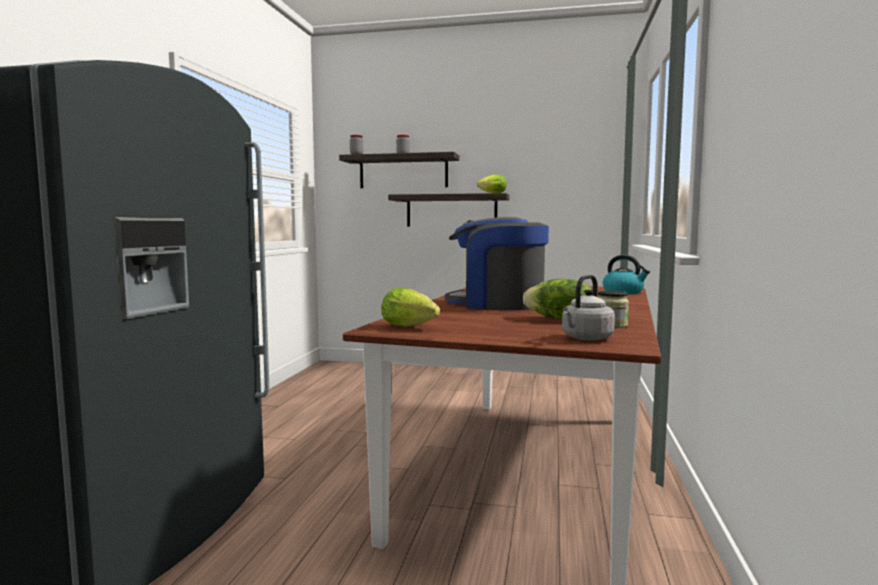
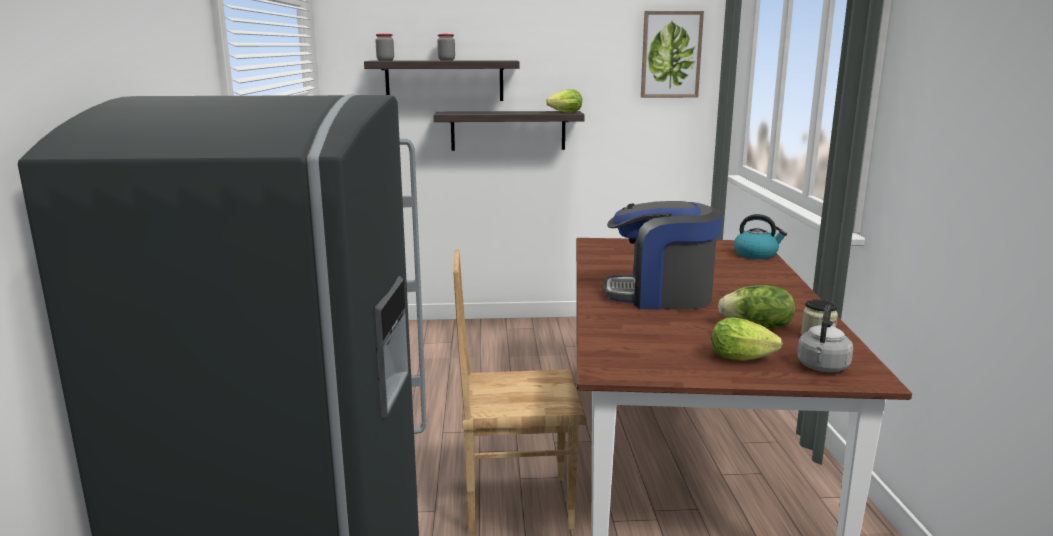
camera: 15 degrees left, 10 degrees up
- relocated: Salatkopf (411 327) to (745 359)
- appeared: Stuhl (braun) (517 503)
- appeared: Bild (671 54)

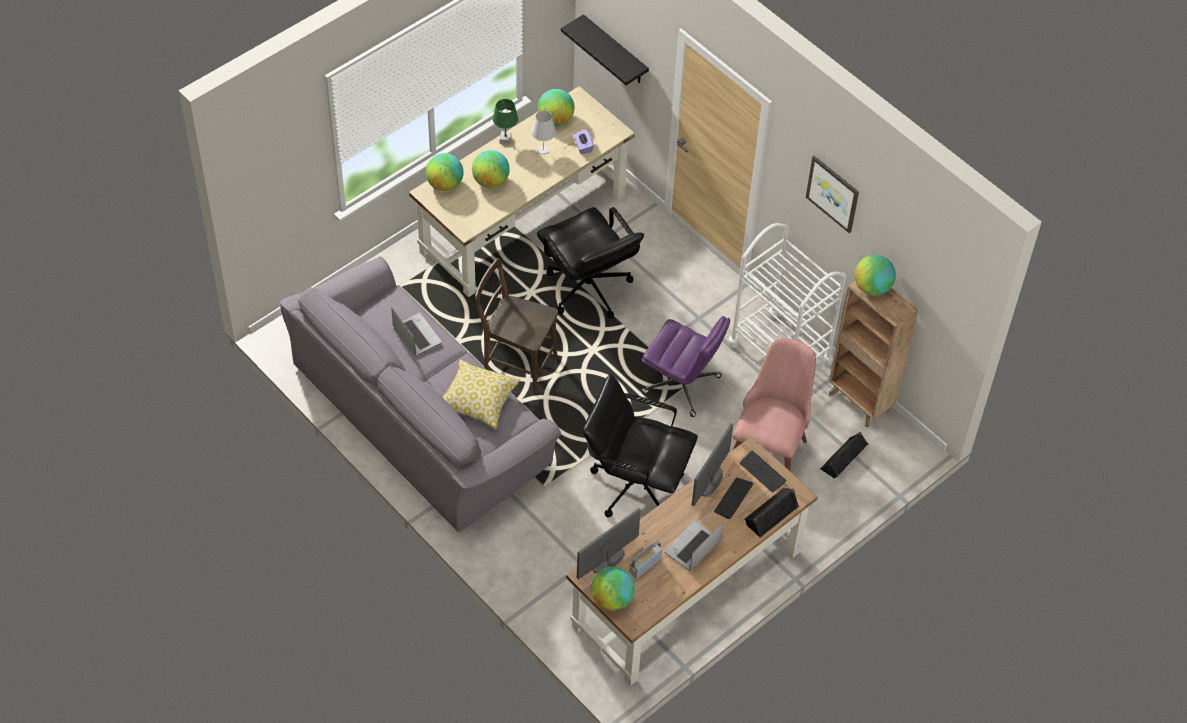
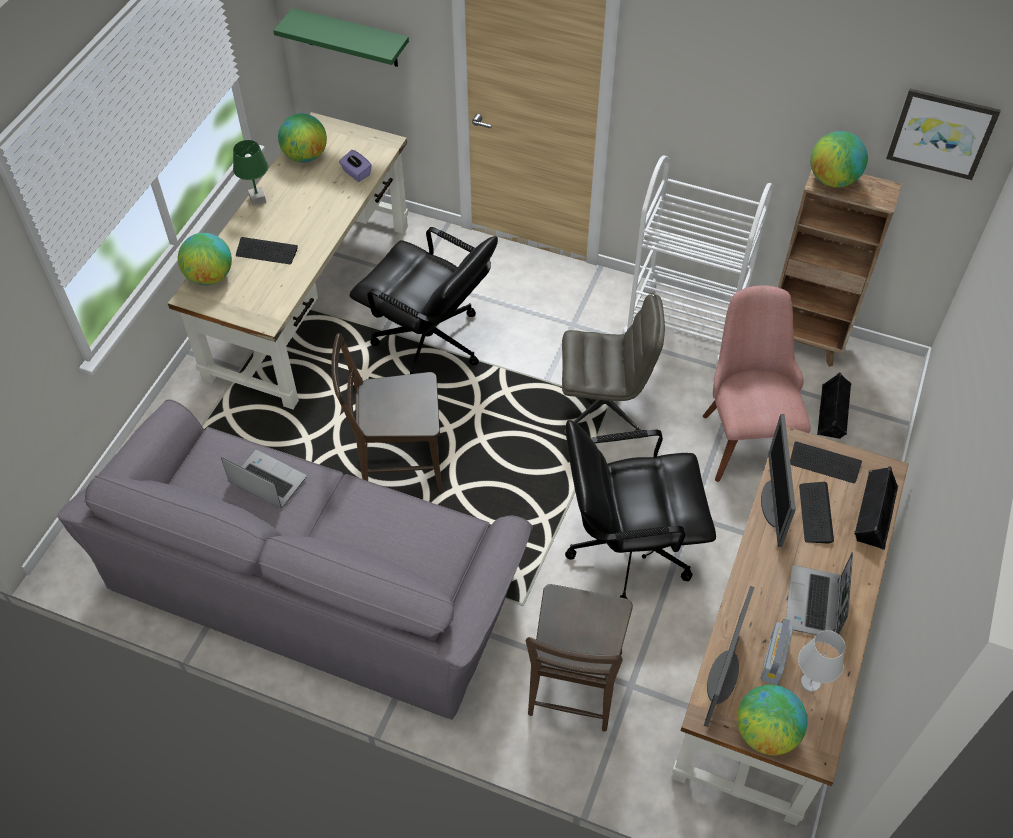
camera: 25 degrees left, 0 degrees up
- missing: Kissen (477 401)
- exchanged: Globus (491 181) to Tastatur (266 252)
- relocated: Tischlampe (weiß) (543 150) to (811 682)
- colour: Wandregal (schwarz) (615 51) to Wandregal (grün) (351 38)
- colour: Bürostuhl (lila) (682 385) to Bürostuhl (grau) (604 406)
- relocated: Bild (833 193) to (941 133)
- appeared: Stuhl (braun) (573 689)

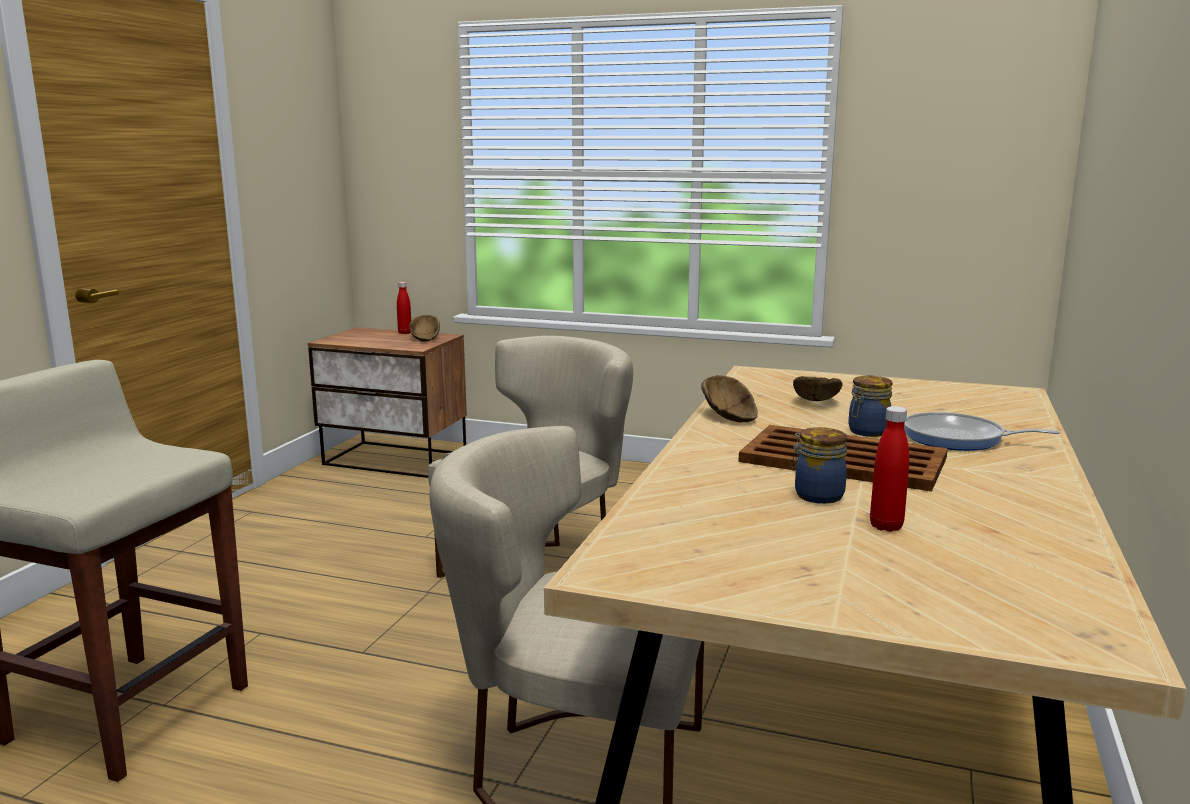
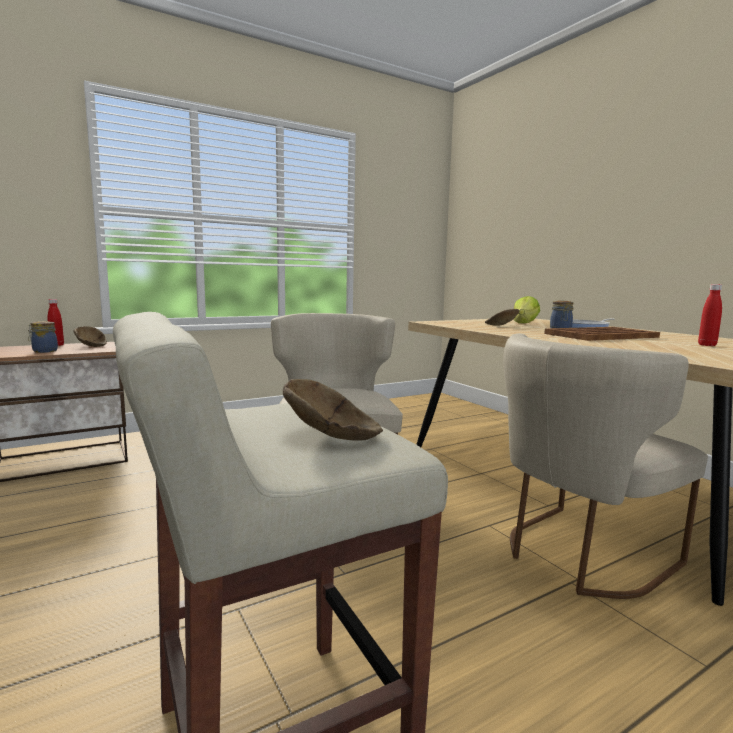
camera: 50 degrees left, 5 degrees down
- relocated: Schüssel (braun) (729 417) to (333 436)
- relocated: Vorratsglas (816 495) to (44 351)
- appeared: Salatkopf (525 323)

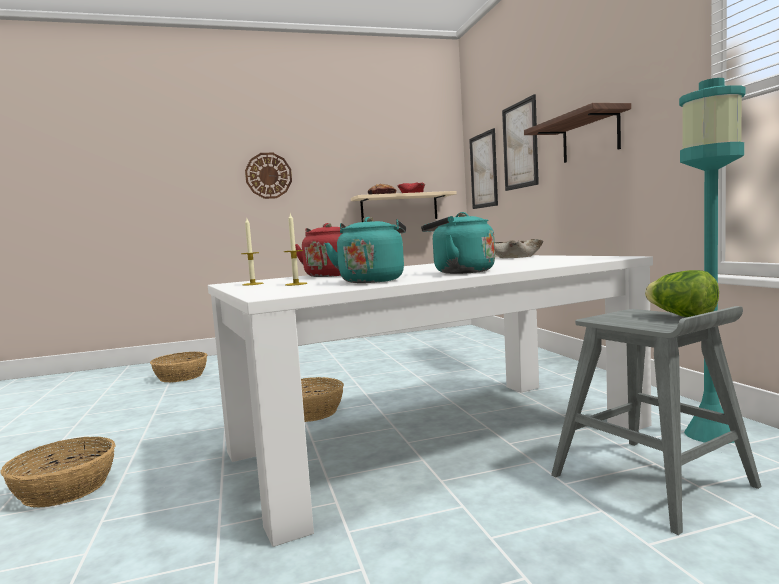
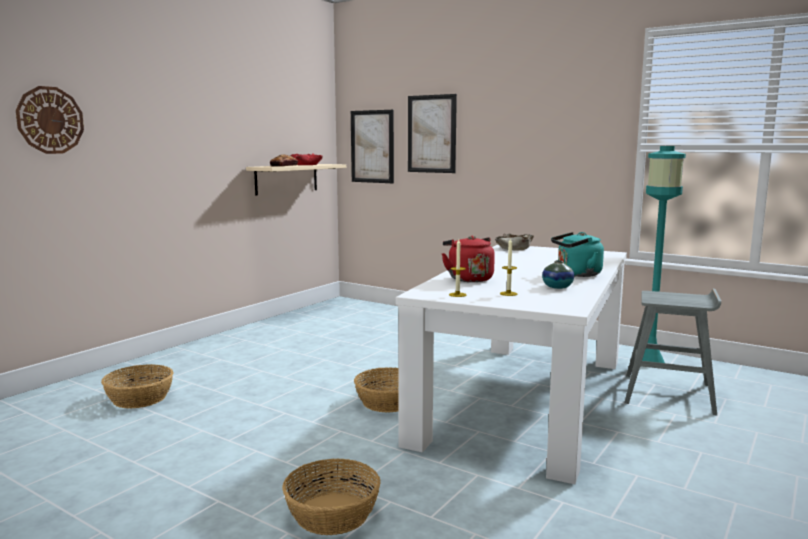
camera: 40 degrees left, 5 degrees up
- relocated: Wanduhr (268 175) to (50 120)
- exchanged: Wasserkessel (türkis) (372 280) to Vase (557 287)
- missing: Wandregal (590 137)
- missing: Salatkopf (681 316)

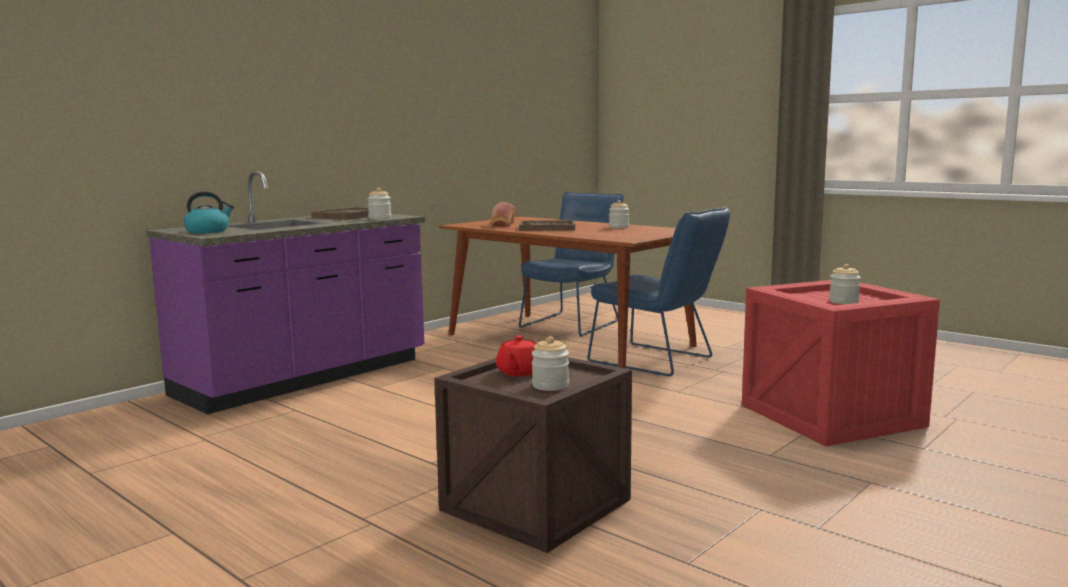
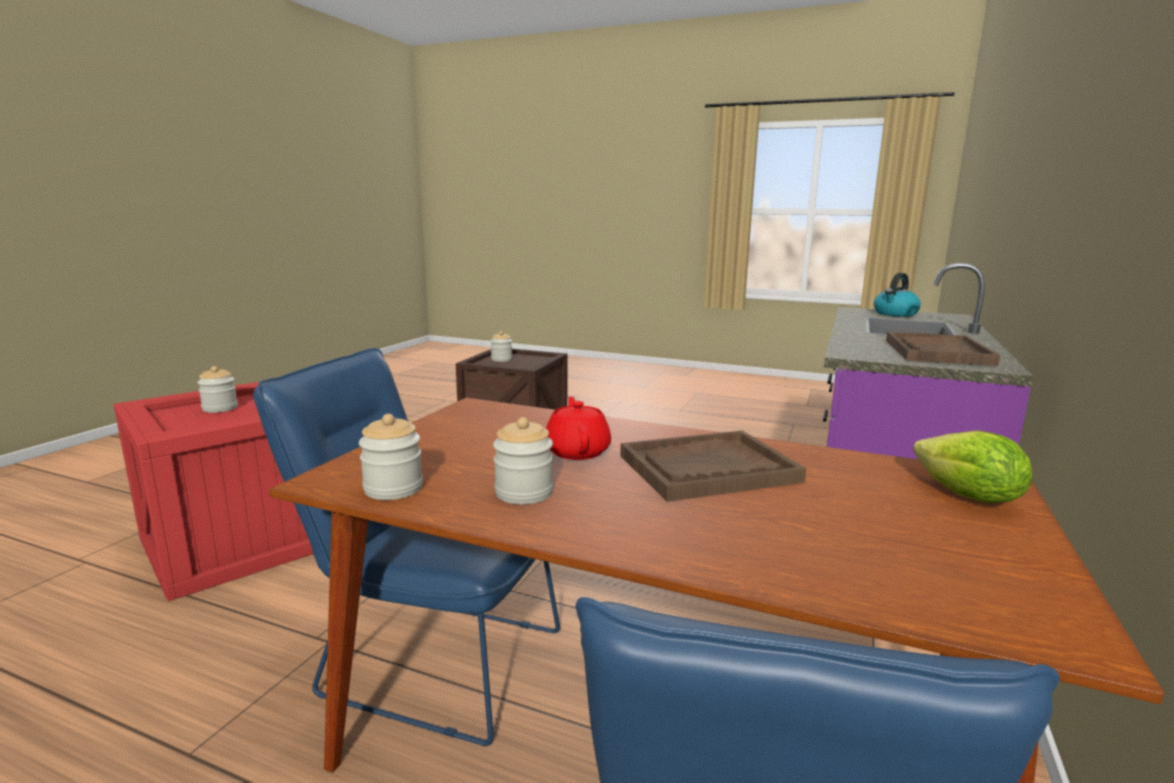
camera: 160 degrees right, 5 degrees up
- relocated: Vorratsglas (380 218) to (393 489)
- missing: Brot (502 225)
- relocated: Teekanne (rot) (518 372) to (577 451)
- appeared: Salatkopf (968 497)

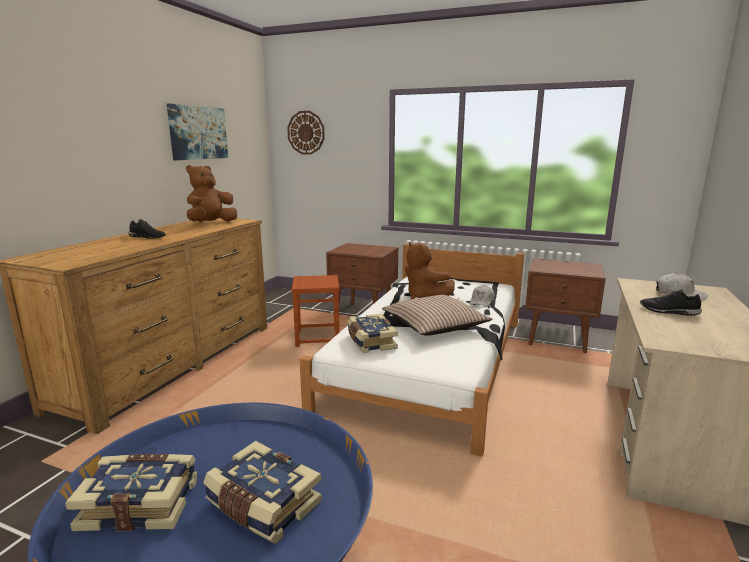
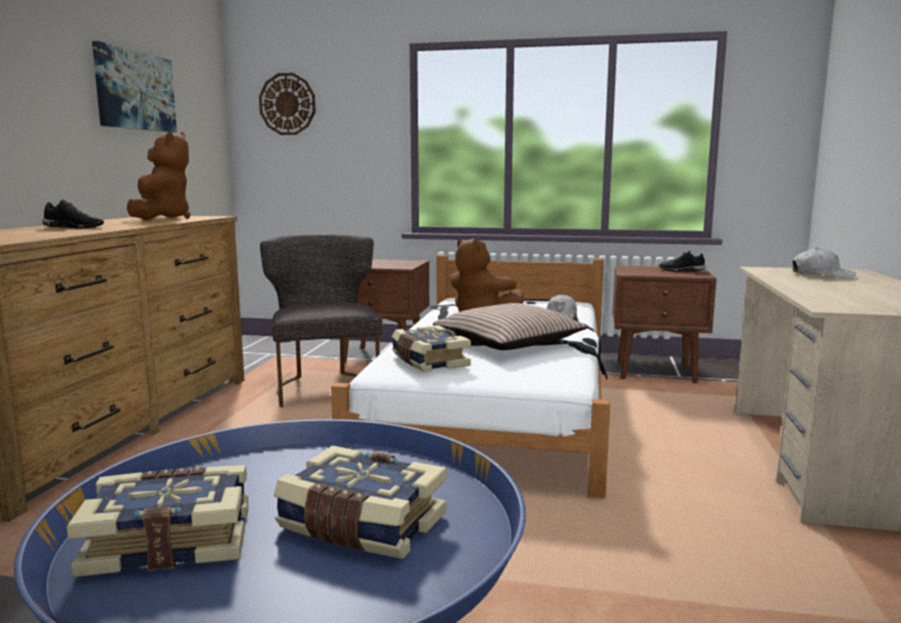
camera: 10 degrees left, 5 degrees down
- spun: Plüschtier (braun) (211 223) = (162 218) 150 degrees clockwise
- exchanged: Hocker (braun) (317 337) to Stuhl (grau) (325 387)
- relocated: Schuh (schwarz) (668 311) to (681 271)

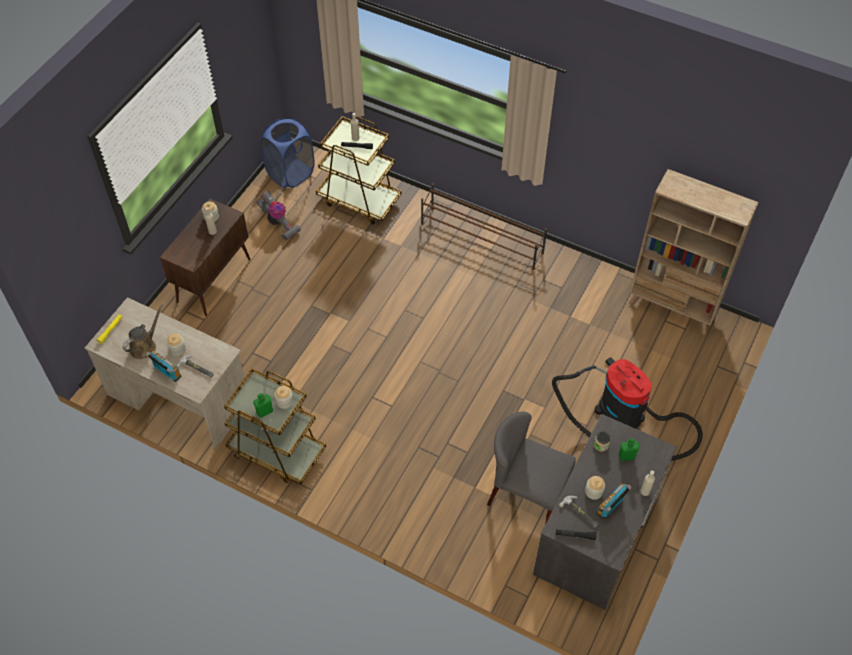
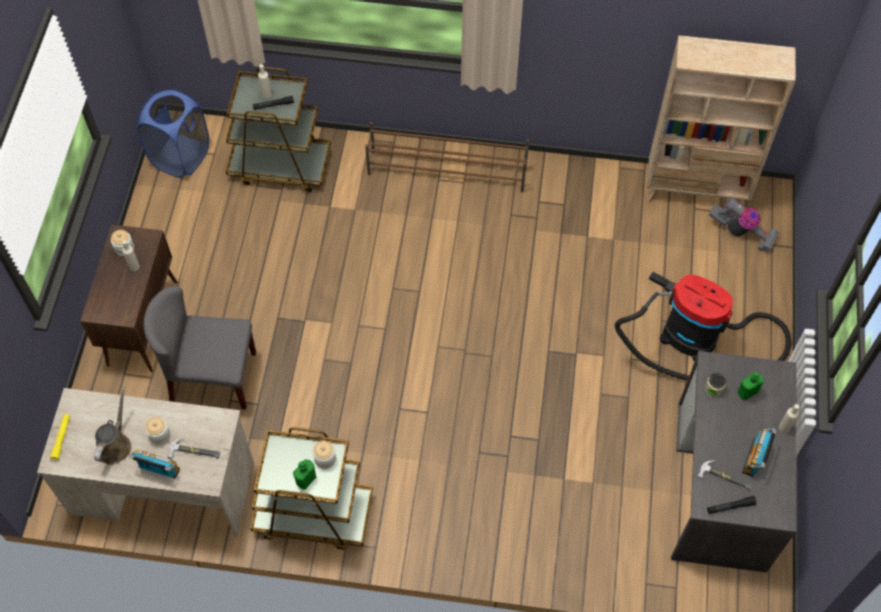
camera: 20 degrees left, 5 degrees up
- relocated: Staubsauger (278 223) to (741 233)
- relocated: Stuhl (grau) (526 494) to (212 378)
- missing: Vorratsglas (593 491)

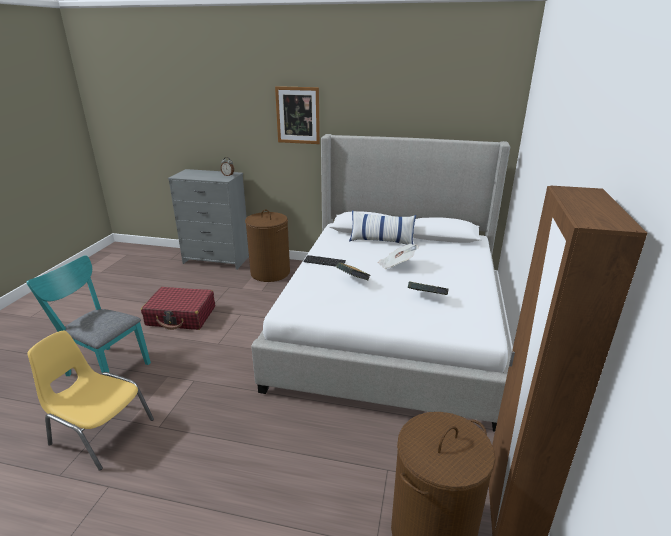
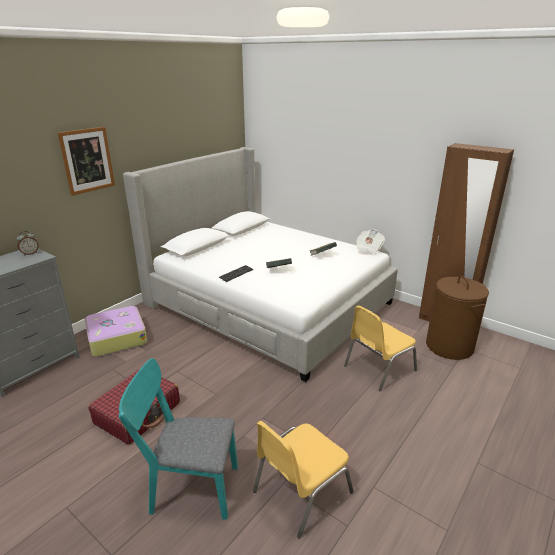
camera: 65 degrees left, 0 degrees up
- spun: Stuhl (türkis) (104 367) = (188 487) 45 degrees clockwise
- exchanged: Wäschekorb (braun) (270 273) to Koffer (116 338)
- missing: Kissen (381 241)
- relocated: Zeitung (396 265) to (368 249)
- appeared: Stuhl (gelb) (378 368)

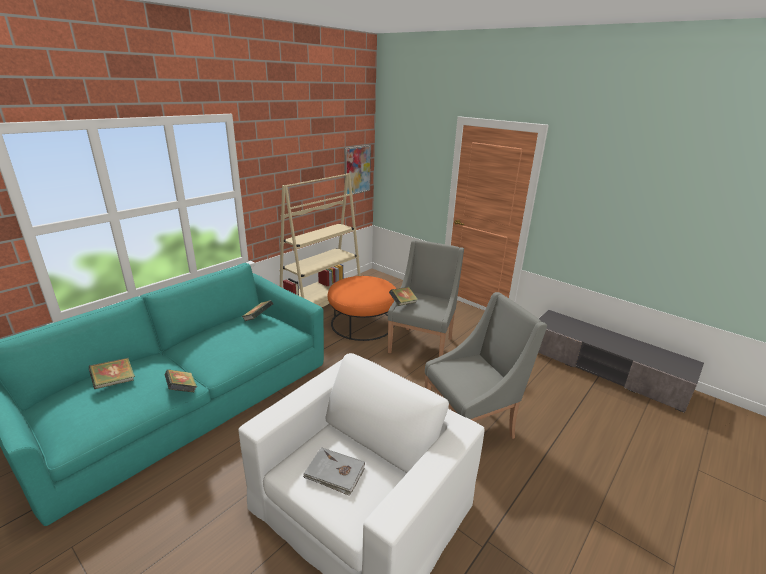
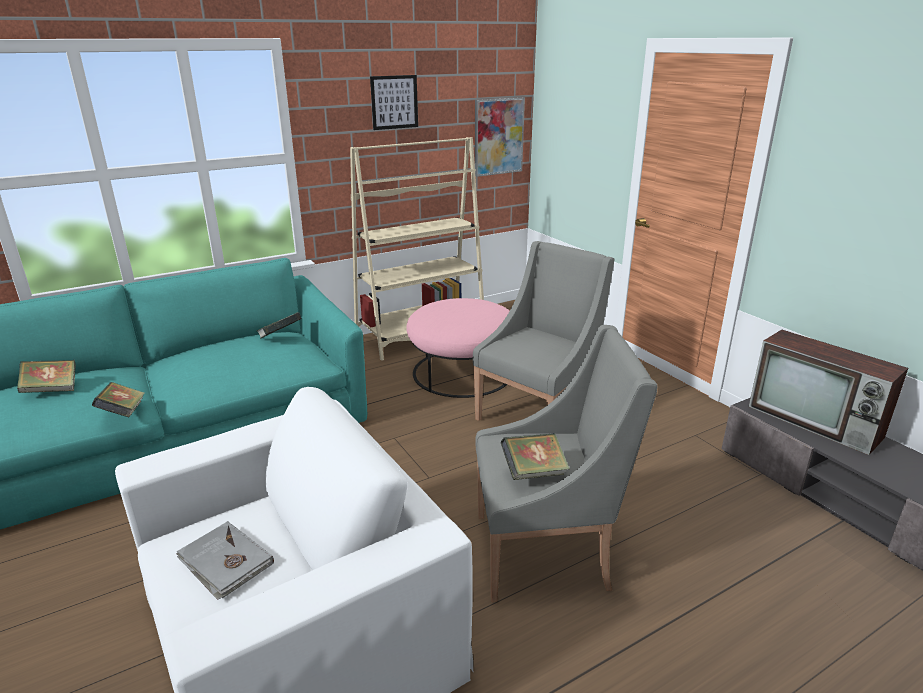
camera: 20 degrees right, 0 degrees up
- colour: Polsterhocker (orange) (362 323) to Polsterhocker (rosa) (462 372)
- relocated: Buch (403 303) to (534 472)
- appeared: Bild (394 102)
- appeared: Fernseher (816 422)

